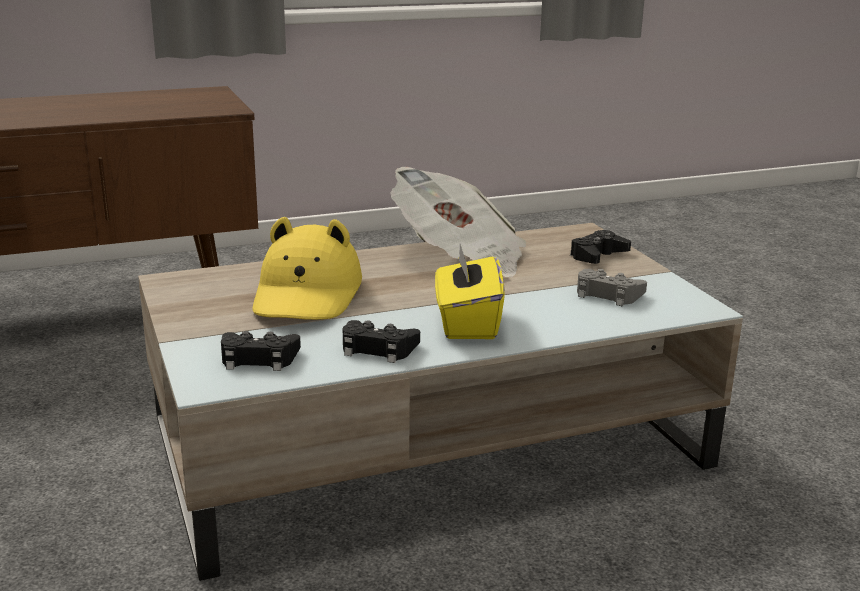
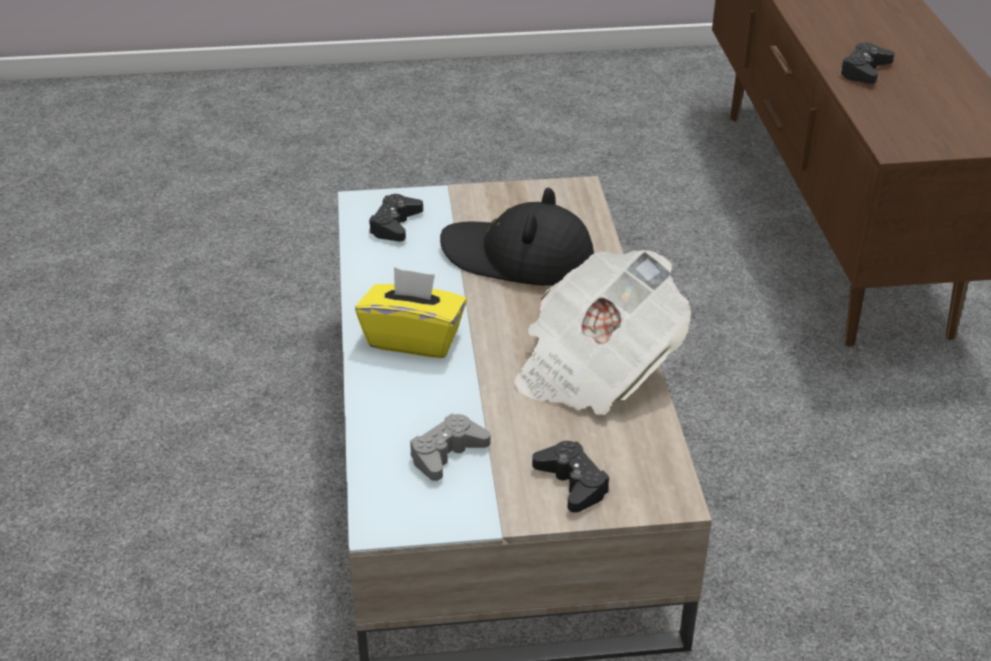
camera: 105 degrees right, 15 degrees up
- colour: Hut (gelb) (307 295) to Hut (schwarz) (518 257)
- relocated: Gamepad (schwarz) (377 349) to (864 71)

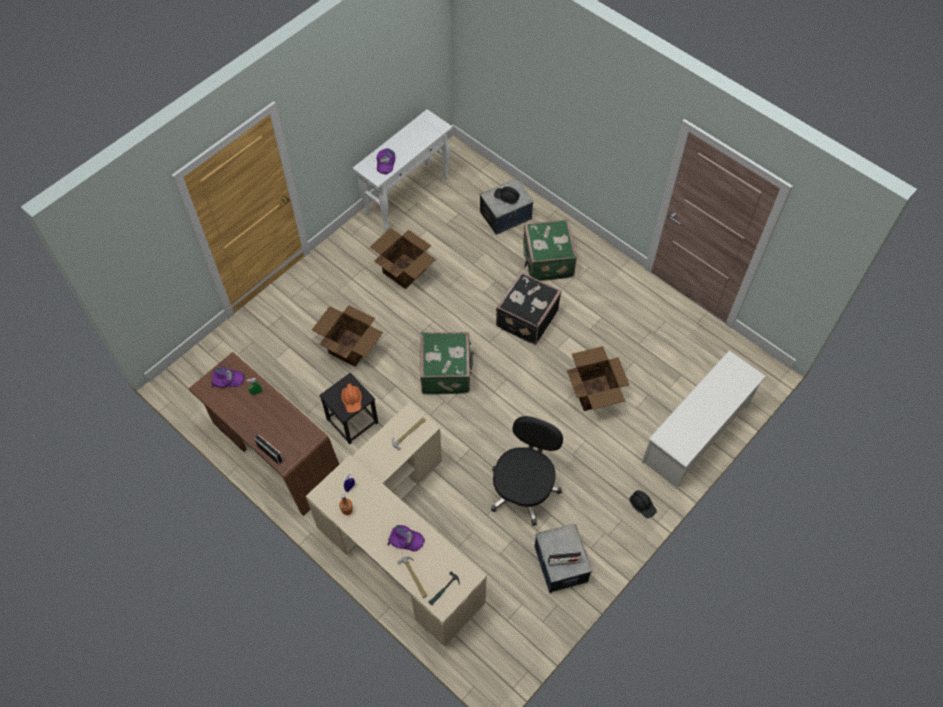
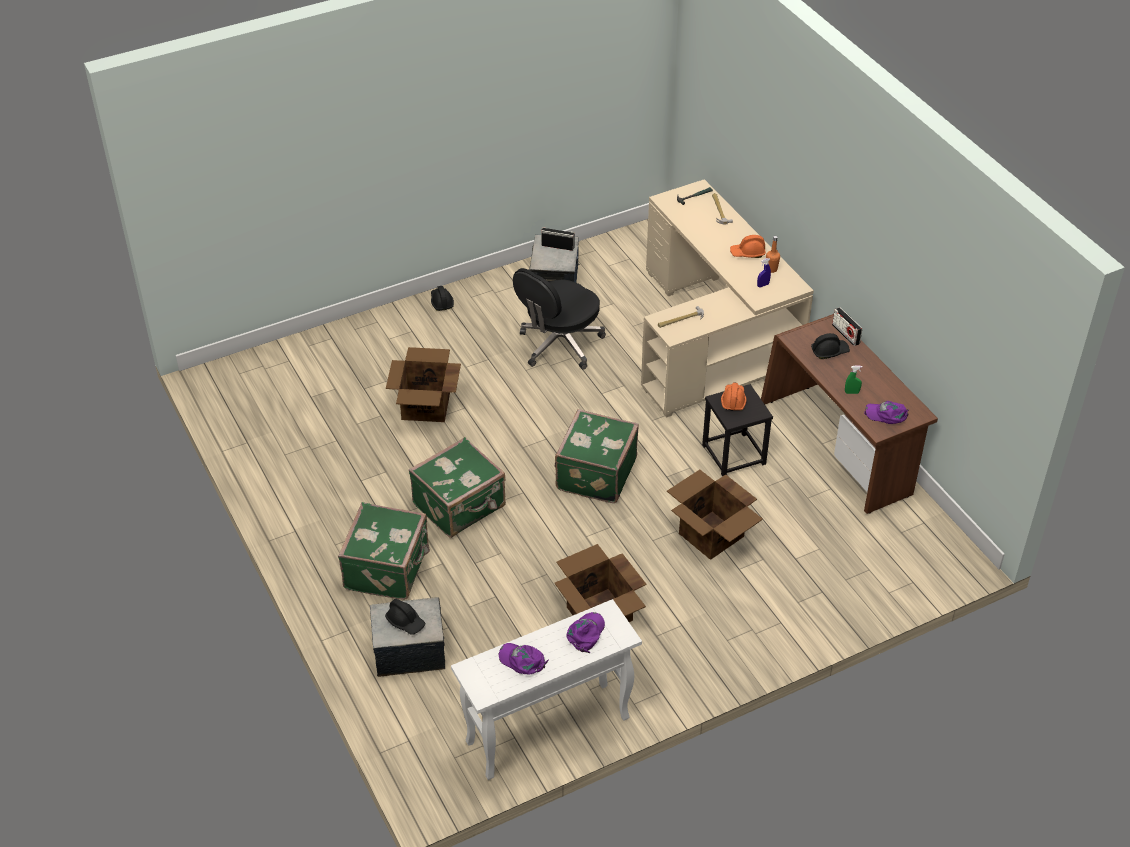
camera: 160 degrees left, 15 degrees down
- relocated: Kappe (lila) (405 539) to (522 660)
- colour: Koffer (schwarz) (525 318) to Koffer (grün) (460 506)
- missing: Schuhregal (weiß) (696 433)
- appeared: Schutzhelm (orange) (748 253)
- appeared: Schutzhelm (schwarz) (829 351)

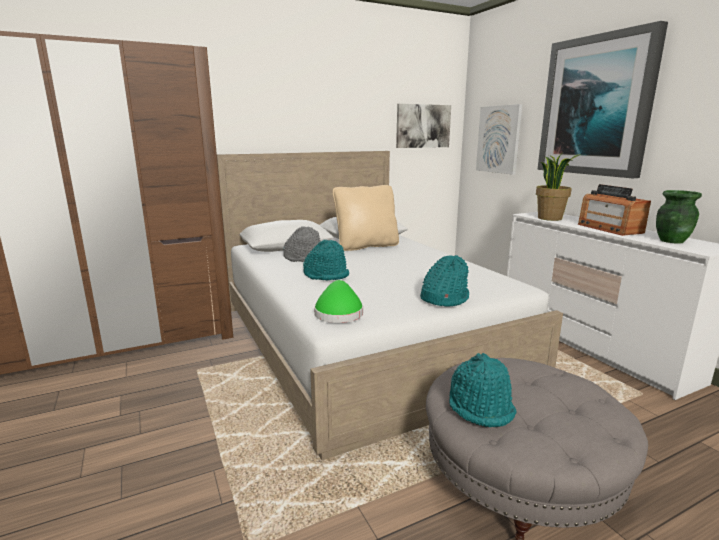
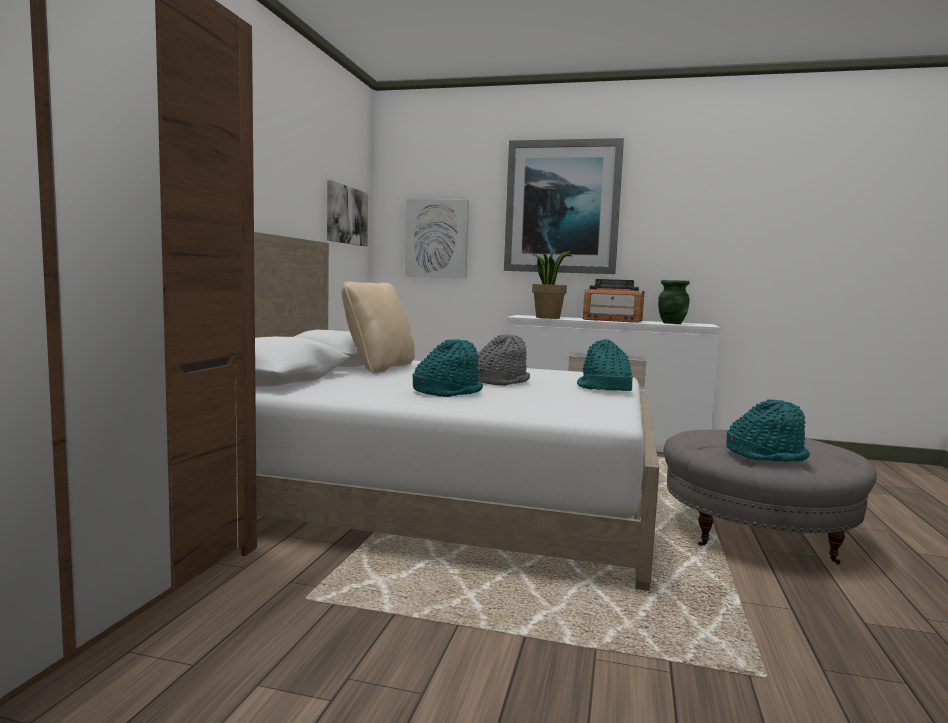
camera: 50 degrees left, 10 degrees down
- relocated: Hut (grau) (304 258) to (499 381)
- missing: Hut (grün) (338 313)

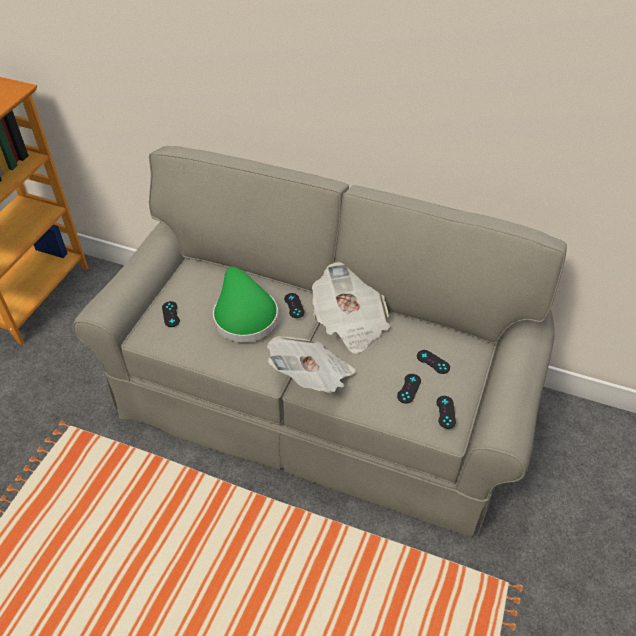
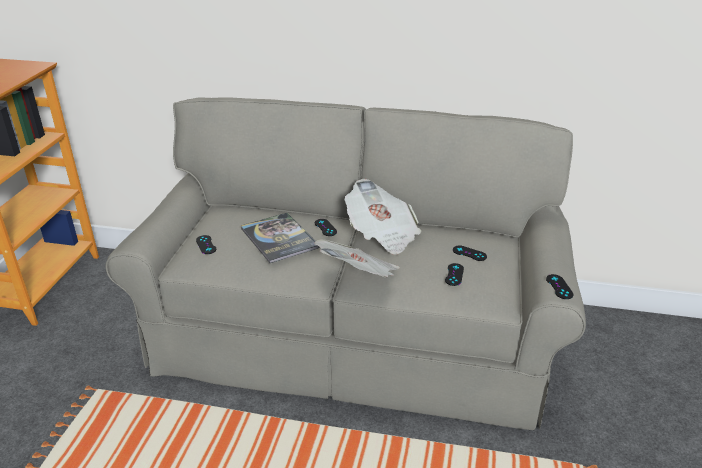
camera: 10 degrees left, 15 degrees down
- exchanged: Hut (grün) (244 315) to Buch (279 238)
- relocated: Gamepad (schwarz) (446 412) to (559 287)

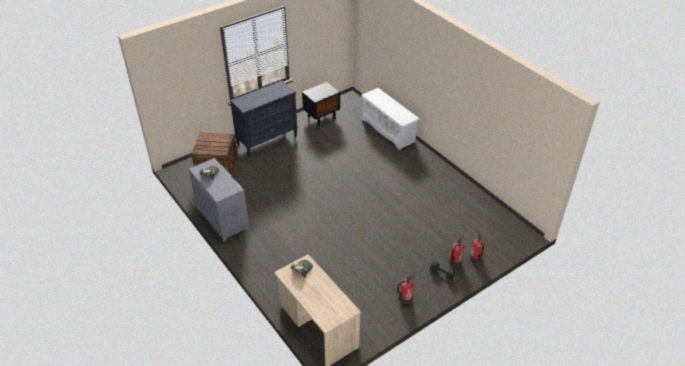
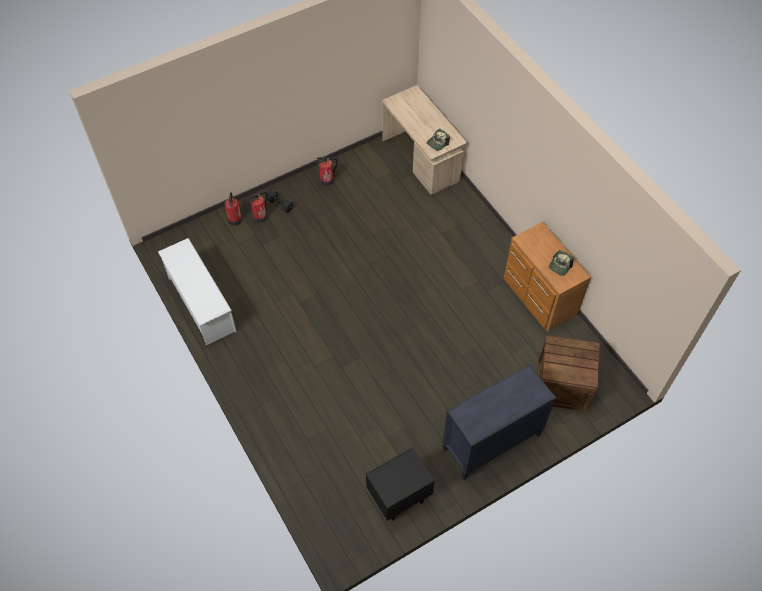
camera: 175 degrees left, 15 degrees up
- colour: Kommode (grau) (223 217) to Kommode (braun) (538 298)
- relocated: Schuhregal (weiß) (388 130) to (201 304)

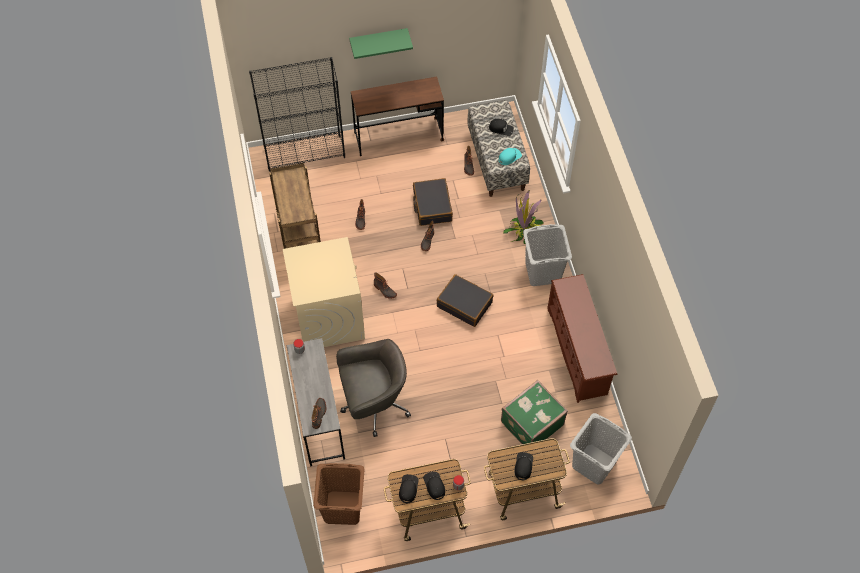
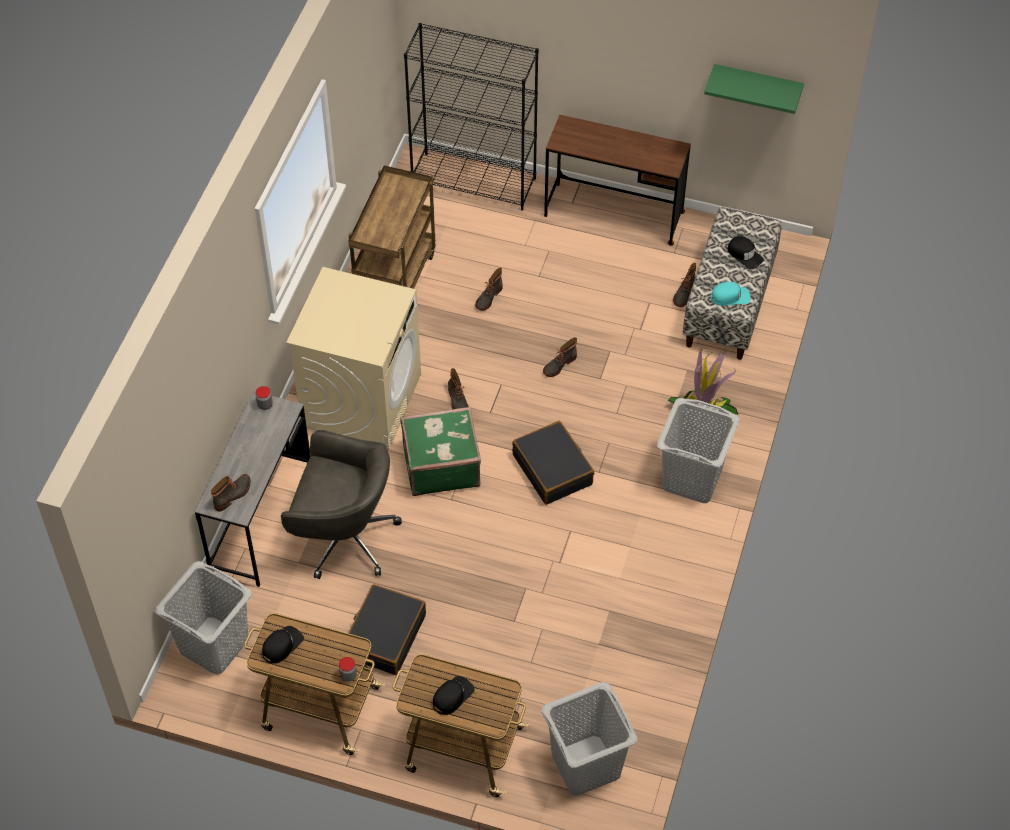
camera: 30 degrees right, 5 degrees down
- colour: Wäschekorb (braun) (342 508) to Wäschekorb (grau) (213 645)
- relocated: Wandregal (grün) (378 40) to (757 85)
- relocated: Koffer (schwarz) (432 206) to (384 636)
- missing: Kappe (schwarz) (434 486)
- relocated: Koffer (grün) (531 423) to (440 465)
- missing: Schuhregal (braun) (578 351)

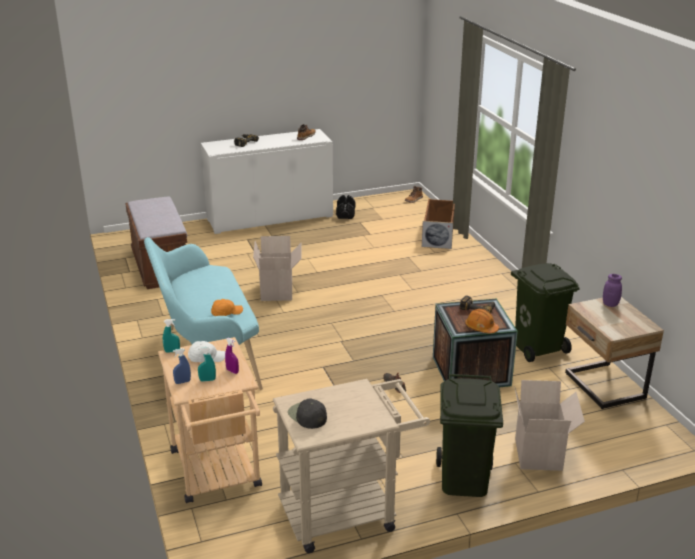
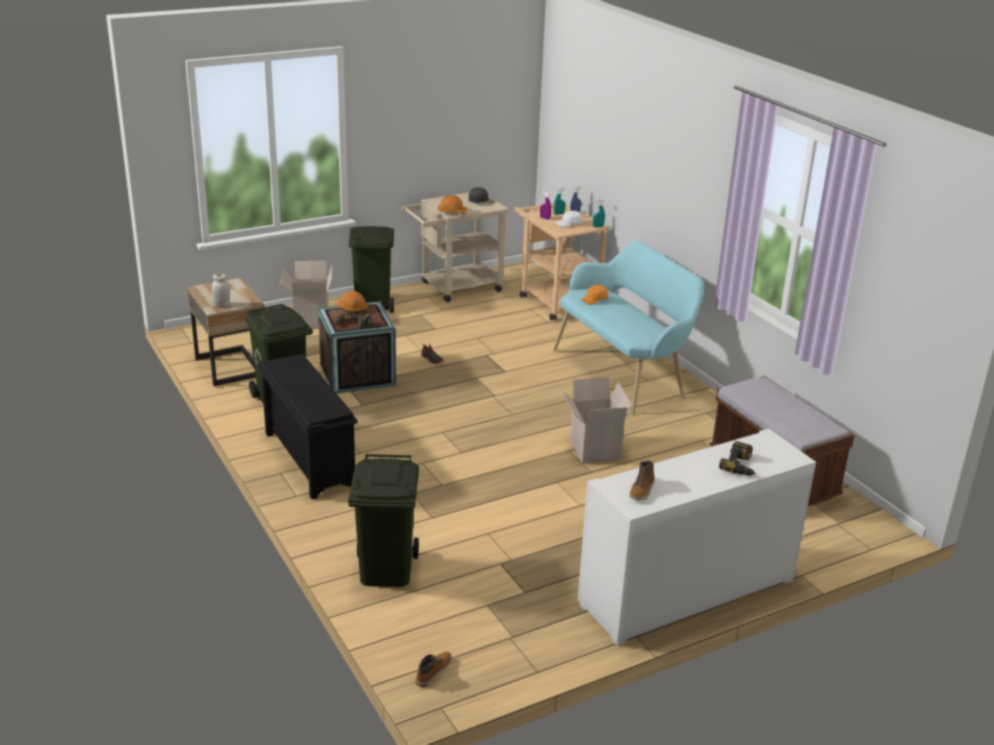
camera: 170 degrees right, 0 degrees up
- missing: Hantel (schwarz) (345 214)
- exchanged: Aufbewahrungsbox (braun) (438 235) to Mülleimer (grün) (385 569)
- colour: Vorratsglas (lila) (610 304) to Vorratsglas (weiß) (222 305)
- appeared: Schuhregal (schwarz) (307 459)
- appeared: Schutzhelm (orange) (452 212)

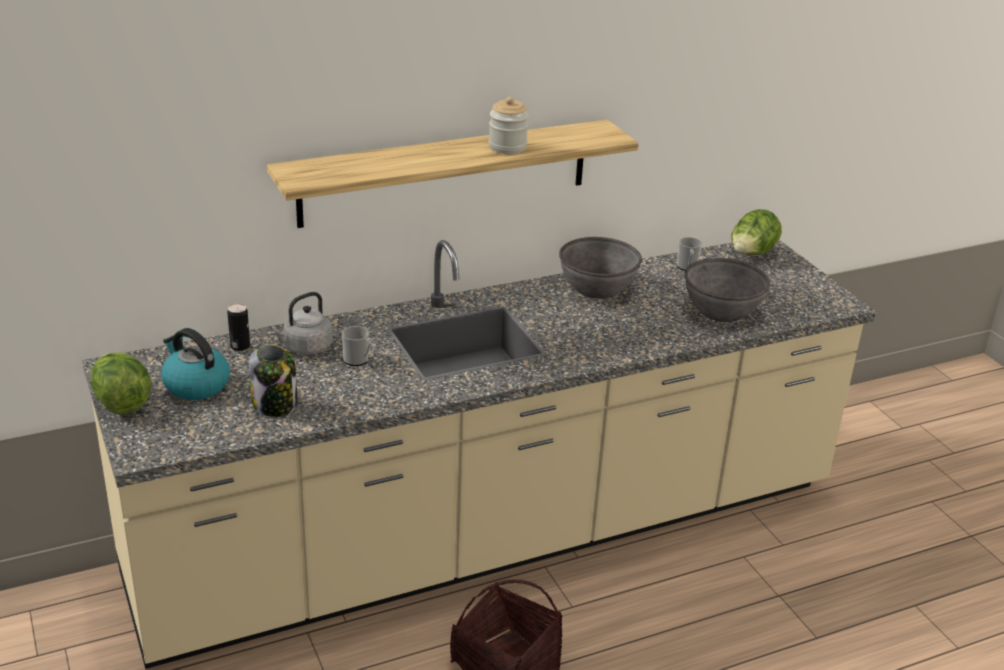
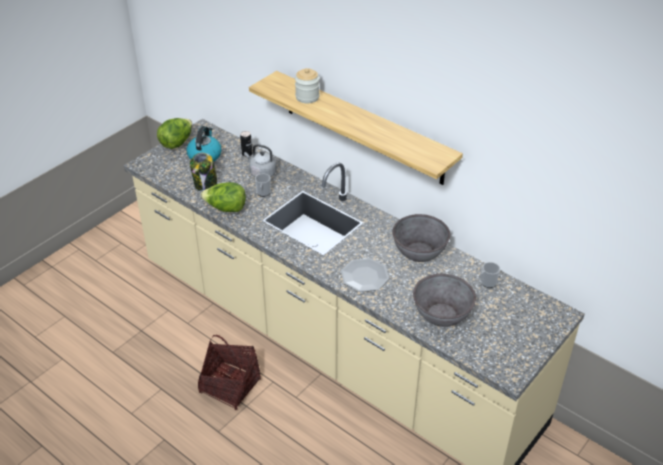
camera: 65 degrees right, 10 degrees up
- relocated: Vorratsglas (507 147) to (307 97)
- relocated: Salatkopf (751 254) to (225 208)
- appeared: Teller (364 276)

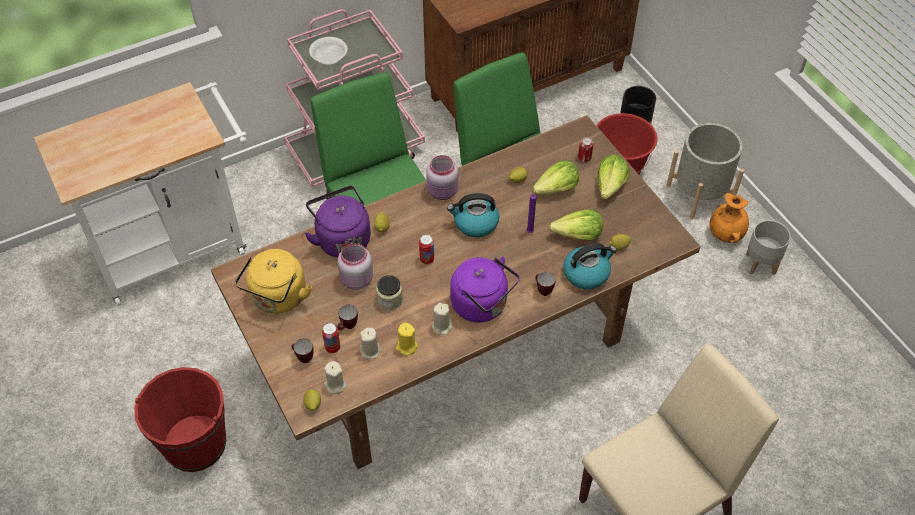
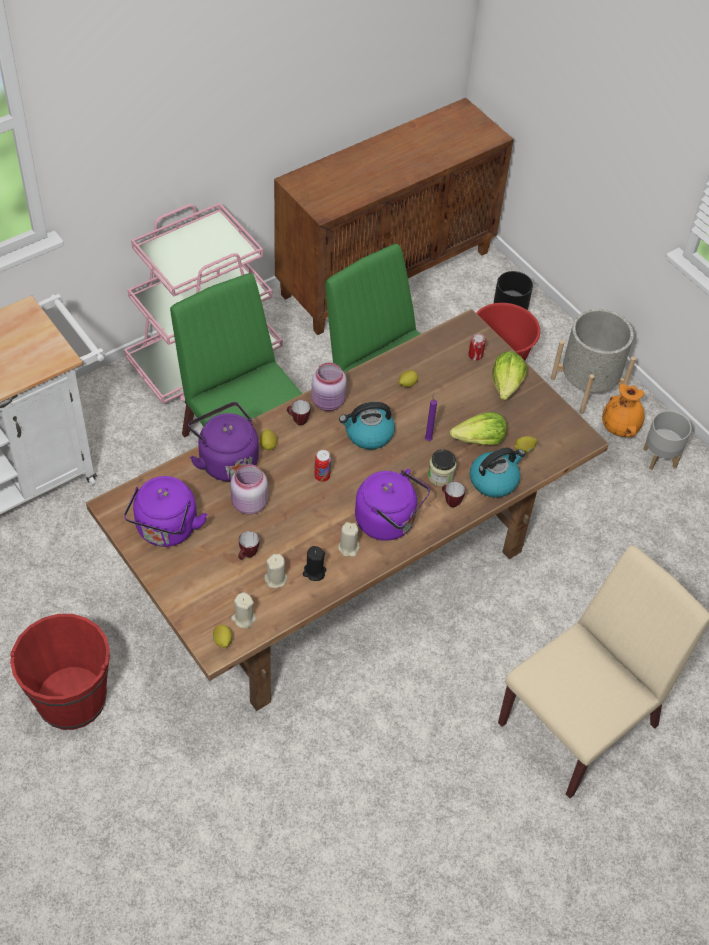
camera: 10 degrees left, 0 degrees up
- colour: Wasserkessel (gelb) (277 299) to Wasserkessel (lila) (166 530)
- relocated: Henkelbecher (303 358) to (297 421)
- missing: Schüssel (329 58)
- missing: Dose (332 347)
- relocated: Vorratsglas (390 300) to (441 476)
- colour: Kerze (gelb) (406 347) to Kerze (schwarz) (314 572)
- missing: Salatkopf (556 189)

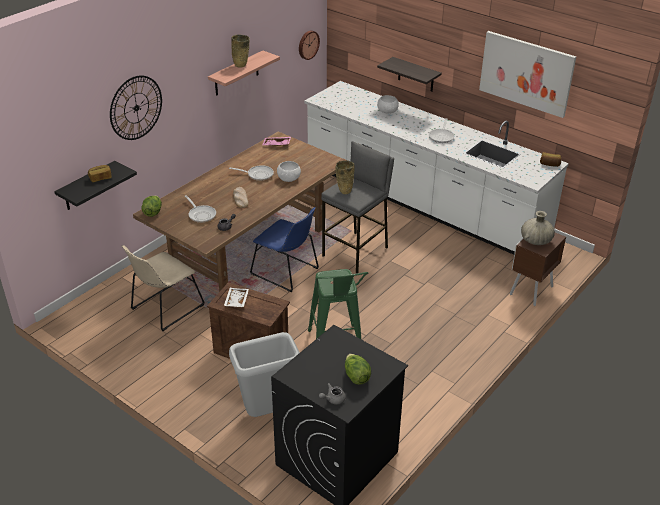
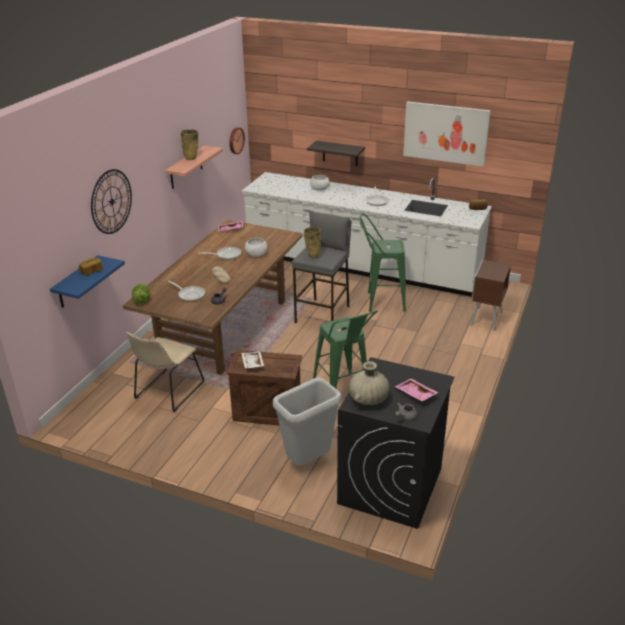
camera: 15 degrees left, 5 degrees down
- colour: Wandregal (schwarz) (87 186) to Wandregal (blau) (76 283)
- missing: Stuhl (blau) (287 272)
- exchanged: Salatkopf (356 376) to Tablett (rosa) (415 394)
- relocated: Vase (beige) (535 241) to (368 399)
- appeared: Hocker (grün) (380 301)

